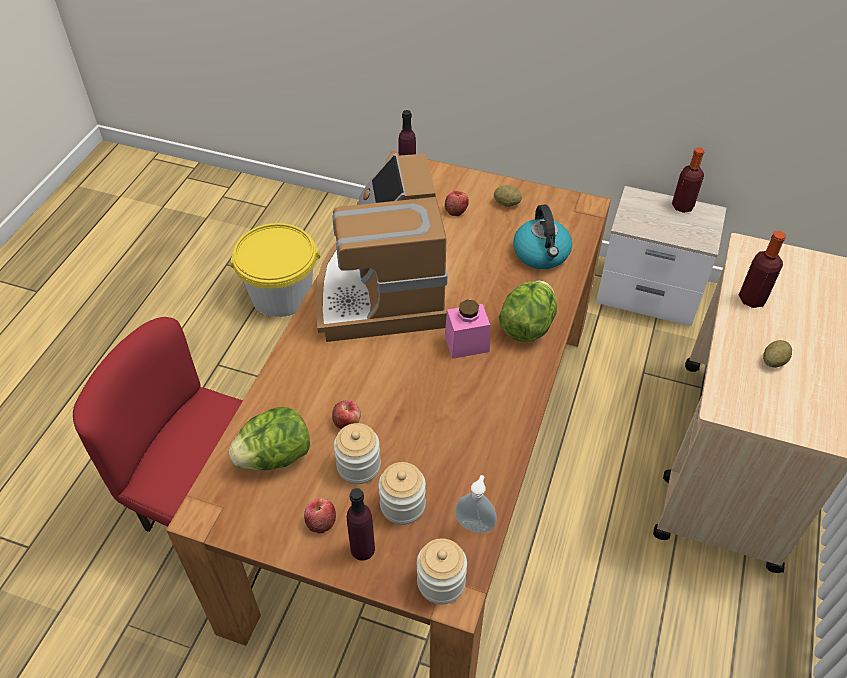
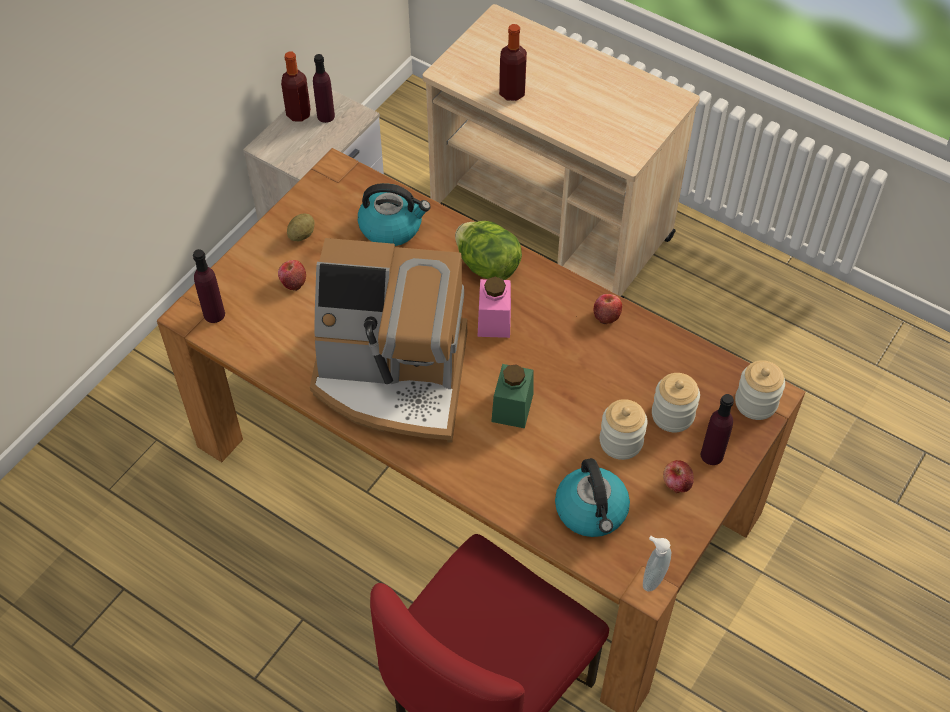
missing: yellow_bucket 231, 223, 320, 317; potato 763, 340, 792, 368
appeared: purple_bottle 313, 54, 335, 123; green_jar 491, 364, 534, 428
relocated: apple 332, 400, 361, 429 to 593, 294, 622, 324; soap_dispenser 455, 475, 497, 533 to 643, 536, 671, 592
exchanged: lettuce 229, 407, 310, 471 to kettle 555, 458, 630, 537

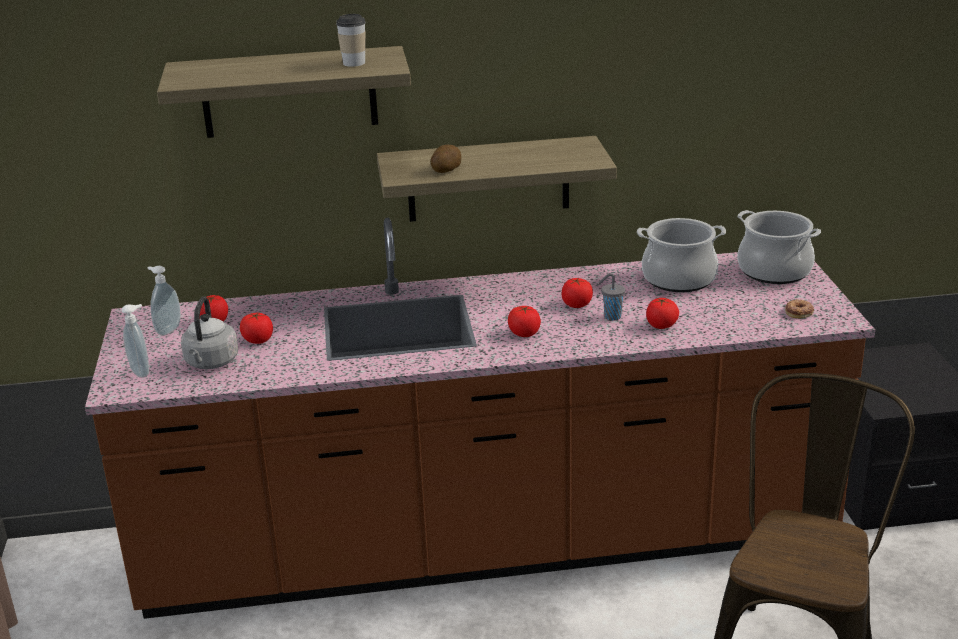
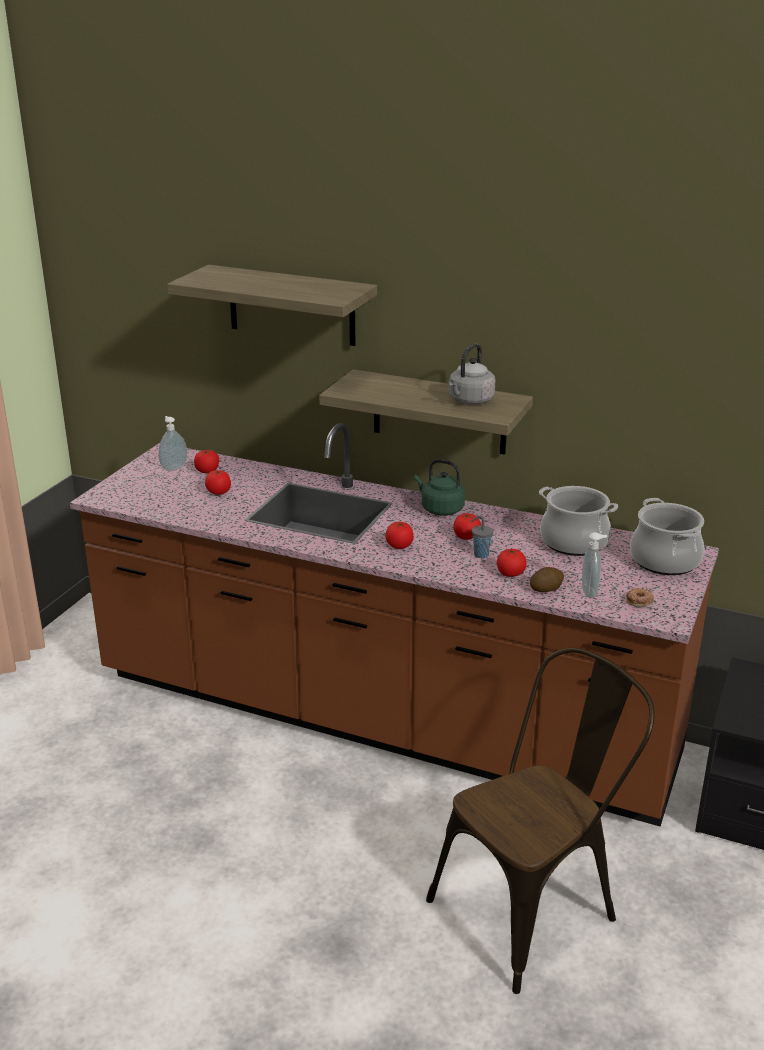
missing: cup 336, 14, 366, 67
appeared: green_kettle 414, 459, 465, 516
relocated: grey_kettle 181, 296, 238, 369 to 449, 344, 496, 405; potato 431, 145, 461, 173 to 530, 567, 564, 592; soap_dispenser 121, 304, 149, 378 to 582, 532, 607, 598

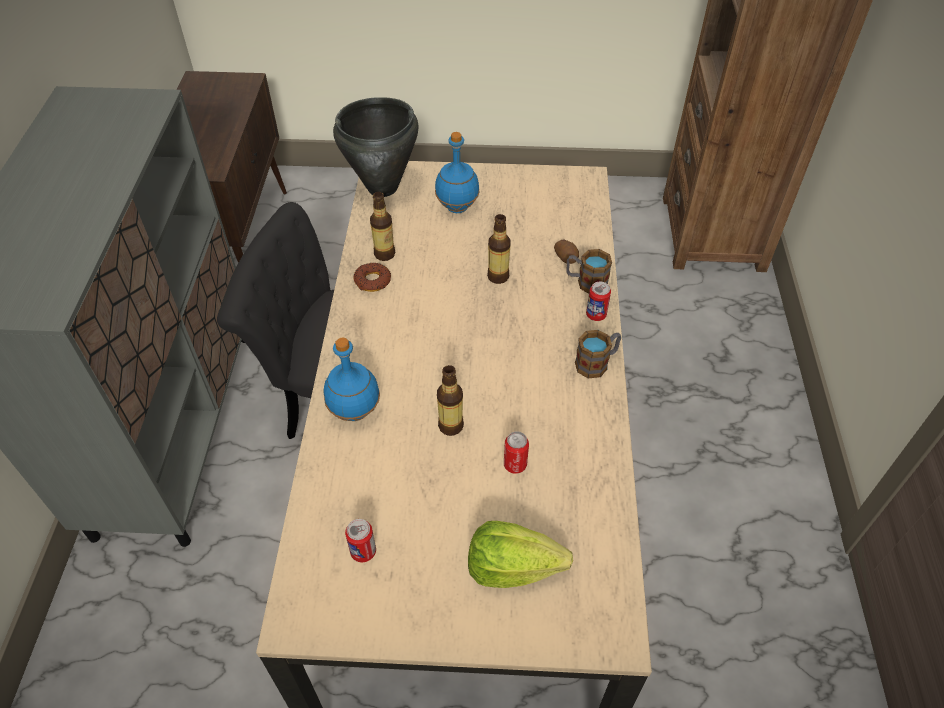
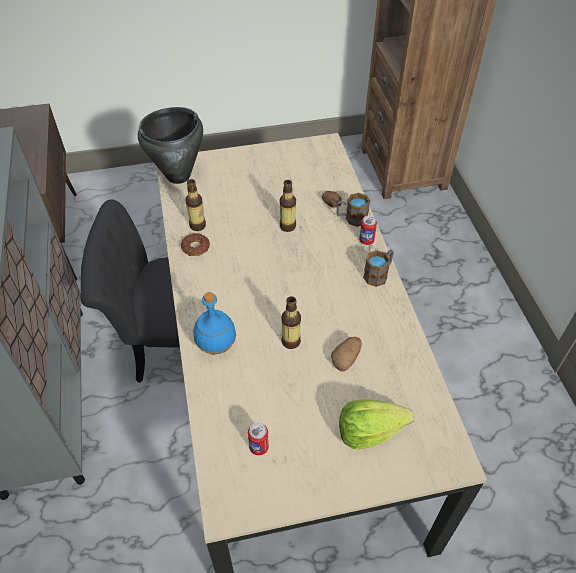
missing: blue_bottle 435, 132, 480, 213
exchanged: can 504, 432, 529, 474 to potato 331, 337, 362, 371

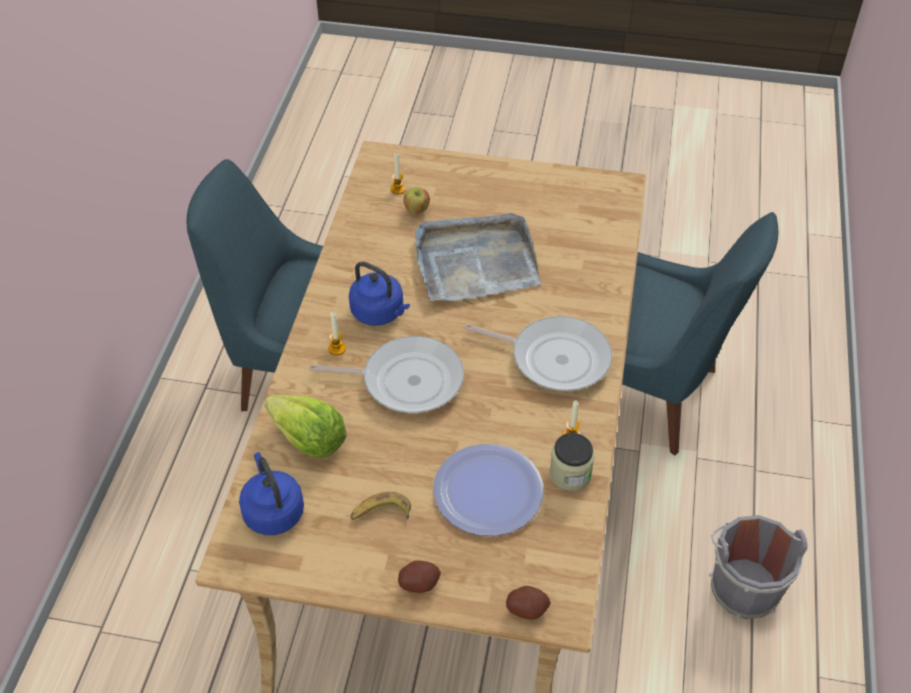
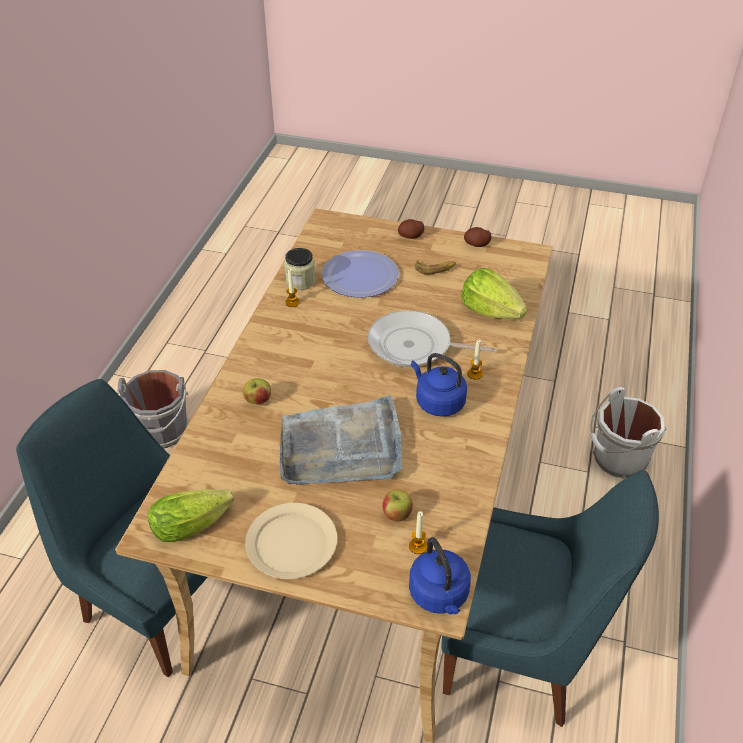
missing: frying_pan 464, 316, 612, 391
appeared: lettuce 148, 489, 234, 542; apple 243, 378, 271, 404; beige_plate 245, 503, 337, 579; white_bucket 590, 387, 666, 479
relocated: blue_kettle 239, 452, 304, 535 to 409, 537, 471, 614; potato 506, 586, 551, 620 to 464, 227, 492, 247

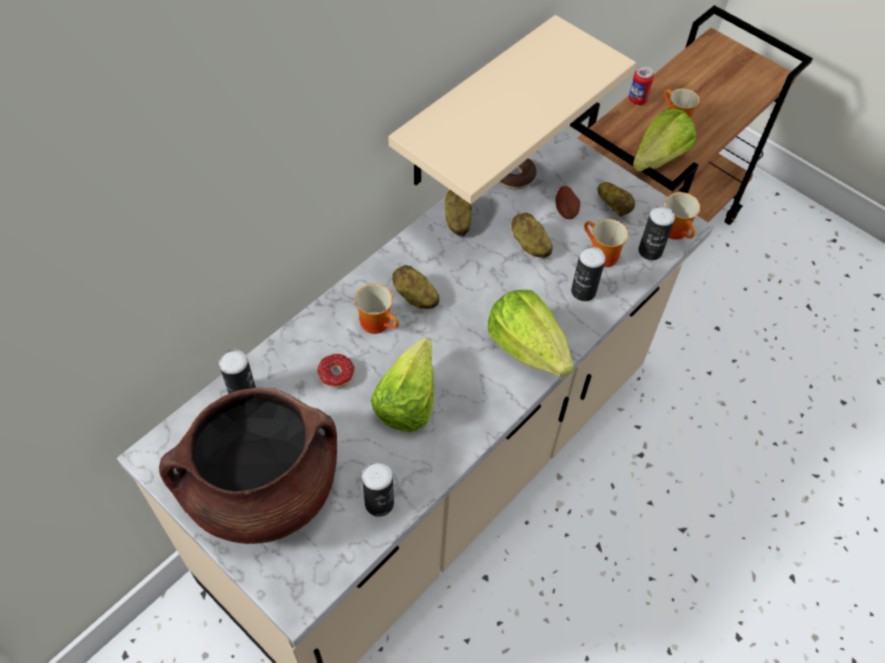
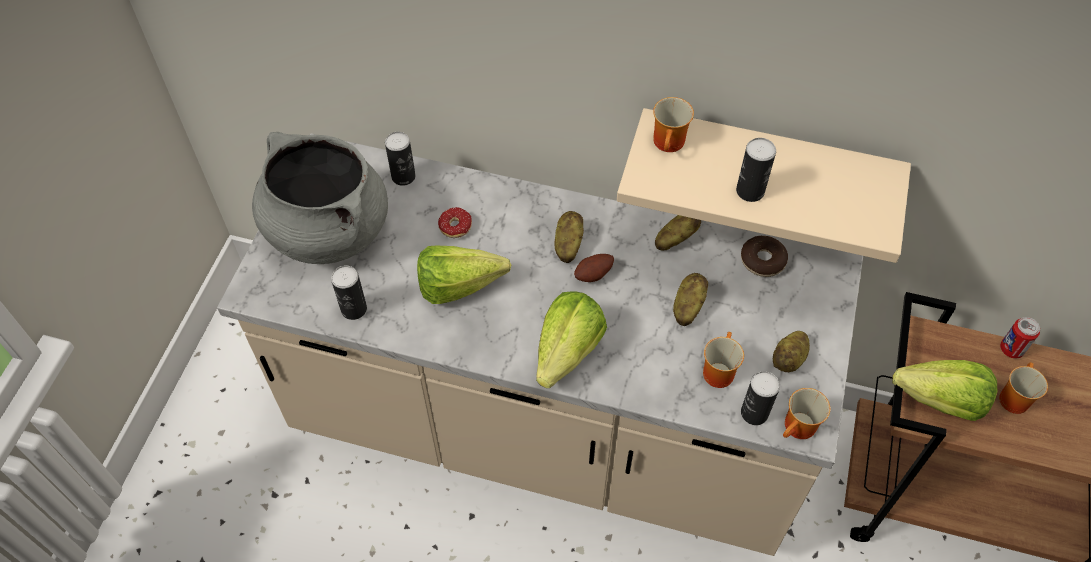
relocated: potato 555, 186, 580, 219 to 574, 254, 614, 282; mug 355, 284, 399, 334 to 653, 97, 694, 152; can 571, 247, 606, 301 to 736, 138, 776, 202
colour: brown_cooking_pot 159, 387, 337, 544 to grey_cooking_pot 252, 132, 388, 264

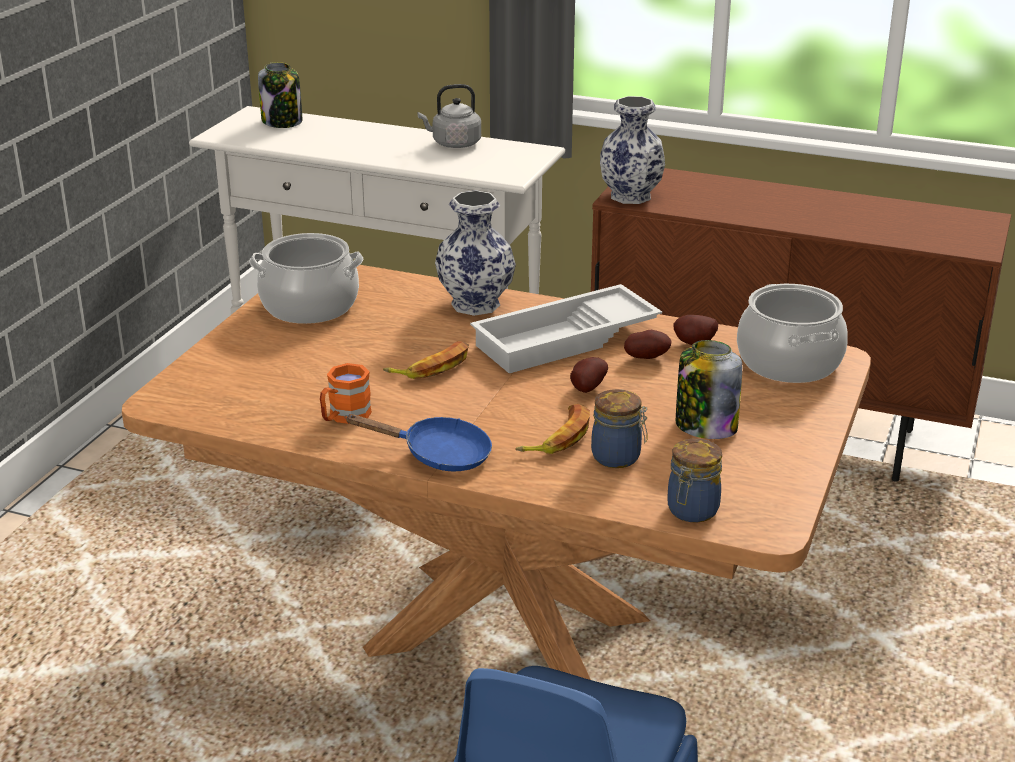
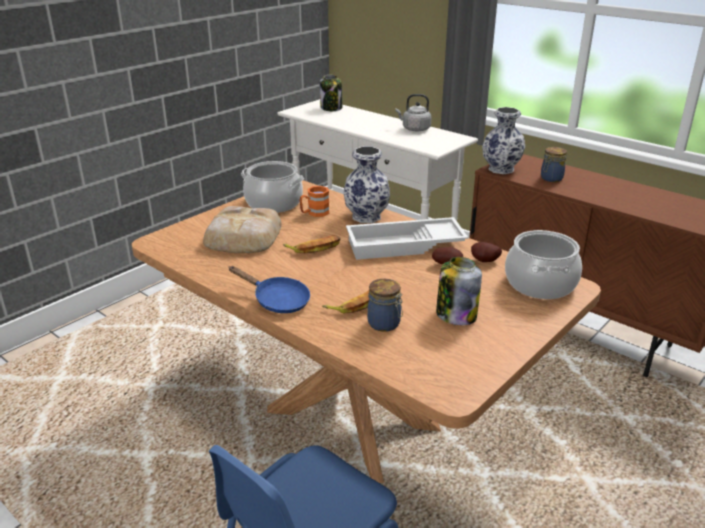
missing: potato 570, 357, 608, 393
appeared: bread 203, 206, 281, 253
relocated: orange_mug 320, 363, 372, 424 to 300, 186, 330, 217; jar 668, 439, 722, 523 to 541, 147, 567, 182

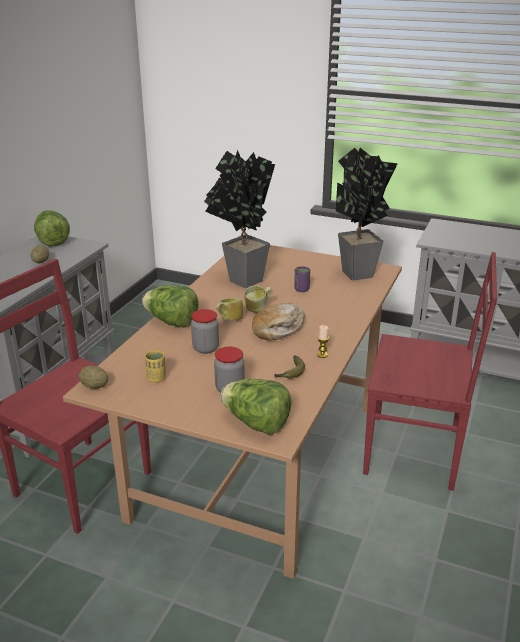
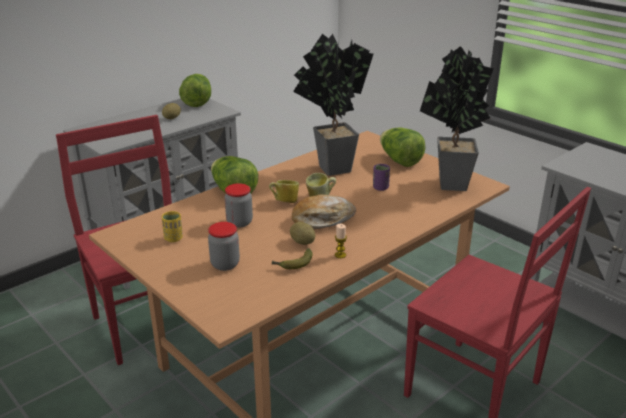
relocated: potato 78, 366, 108, 389 to 290, 222, 315, 245; lettuce 220, 379, 292, 435 to 380, 128, 425, 167

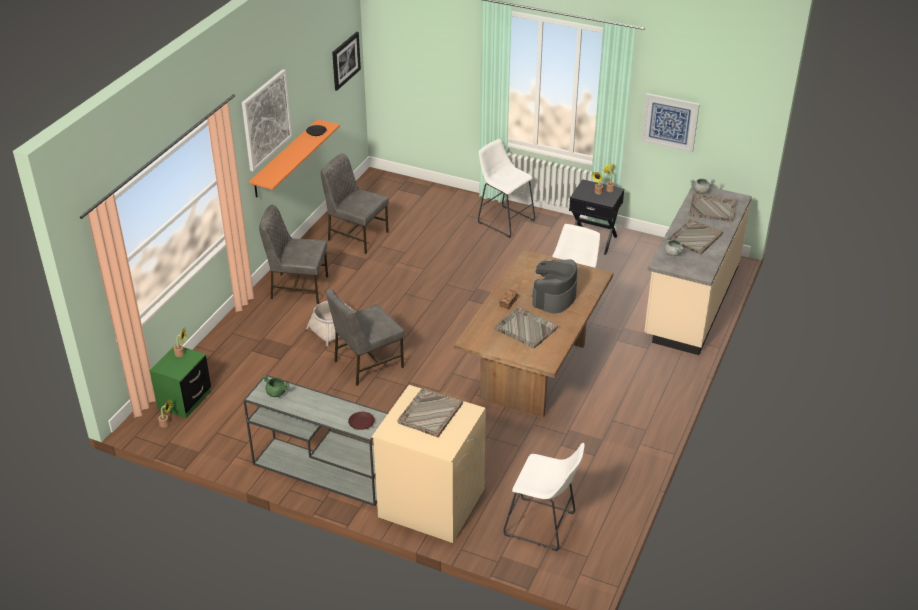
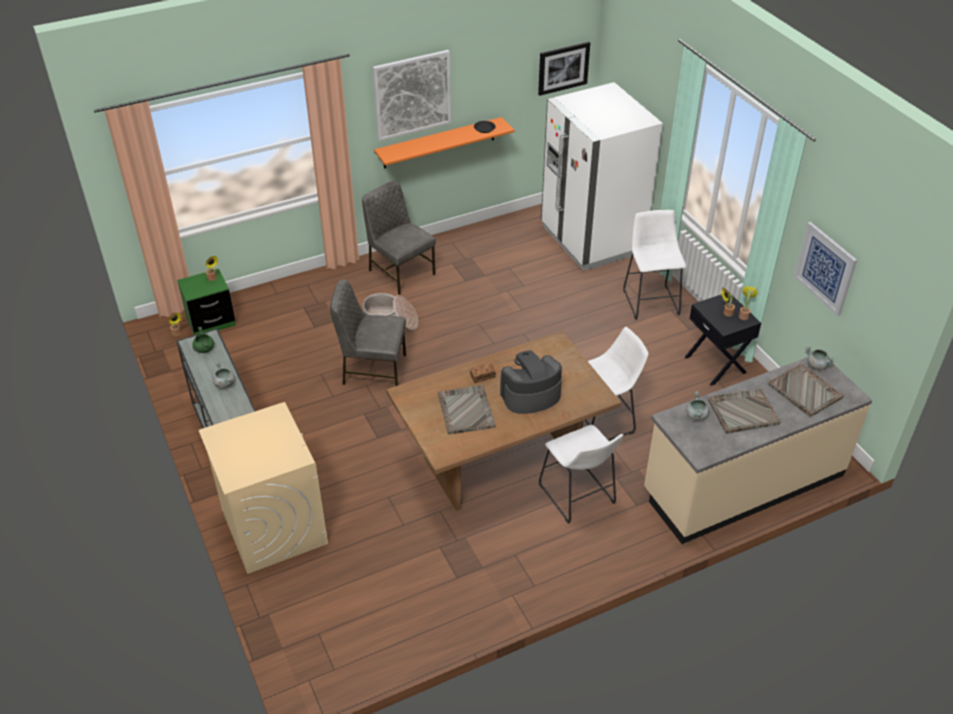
missing: grey_chair 321, 154, 389, 254; brown_plate 348, 412, 375, 430; grey_tray 398, 388, 463, 438
appeared: grey_cooking_pot 213, 361, 235, 389; white_fridge 541, 82, 663, 270
relocated: white_stool 503, 443, 585, 551 to 539, 425, 624, 524

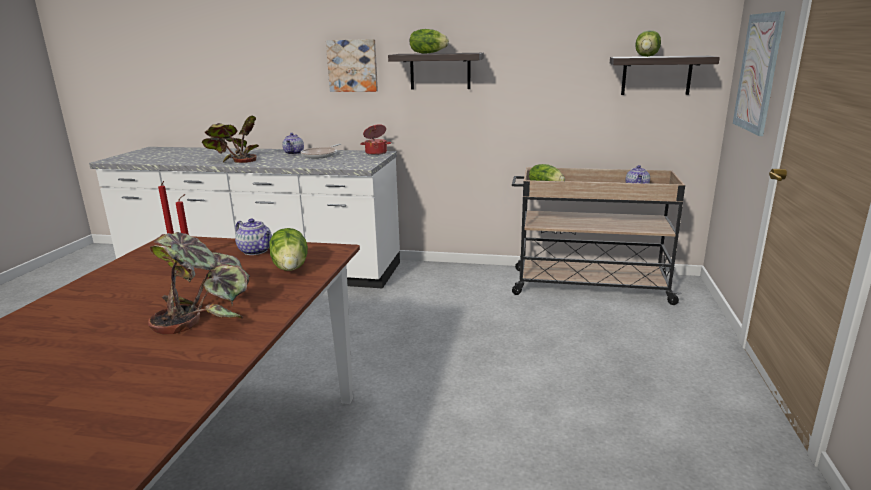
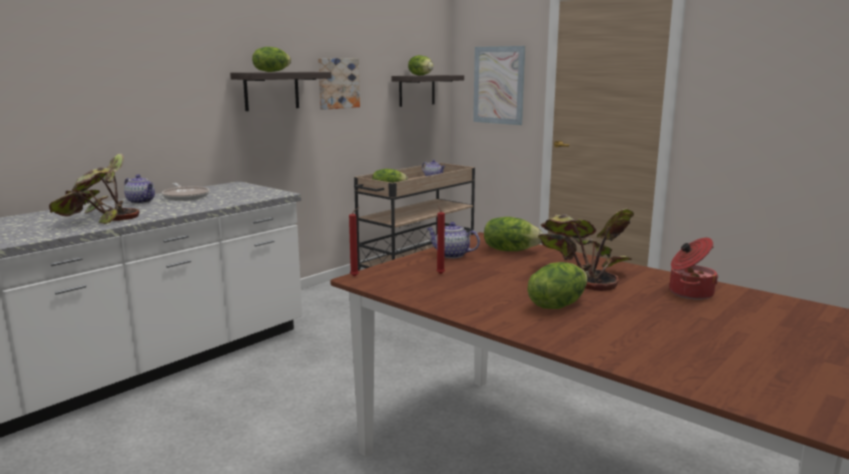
appeared: lettuce 528, 262, 588, 309
relocated: picture 326, 39, 378, 92 to 318, 58, 360, 110; cooking_pot 360, 124, 391, 155 to 669, 238, 718, 300
spun: teapot 235, 218, 272, 255 = 426, 222, 480, 258 135 degrees counterclockwise

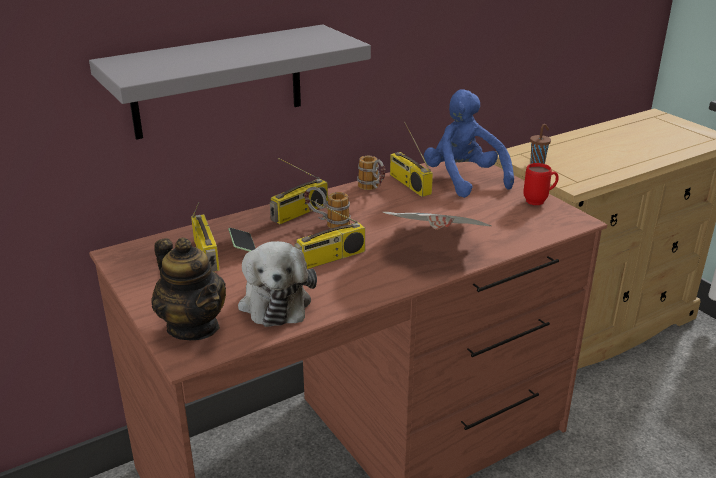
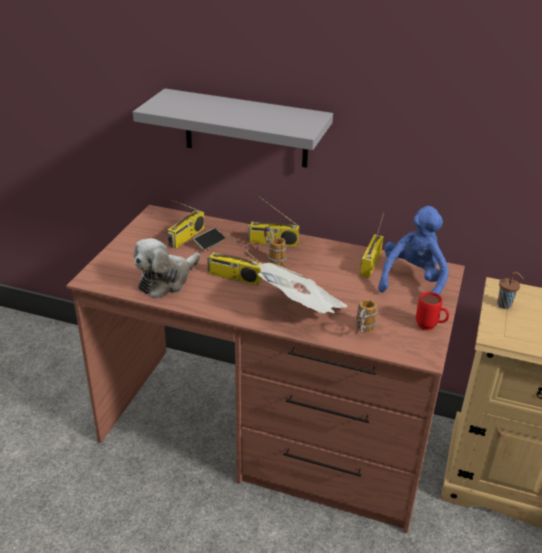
missing: teapot 151, 238, 226, 340
relocated: mug 357, 156, 386, 190 to 355, 299, 377, 333

